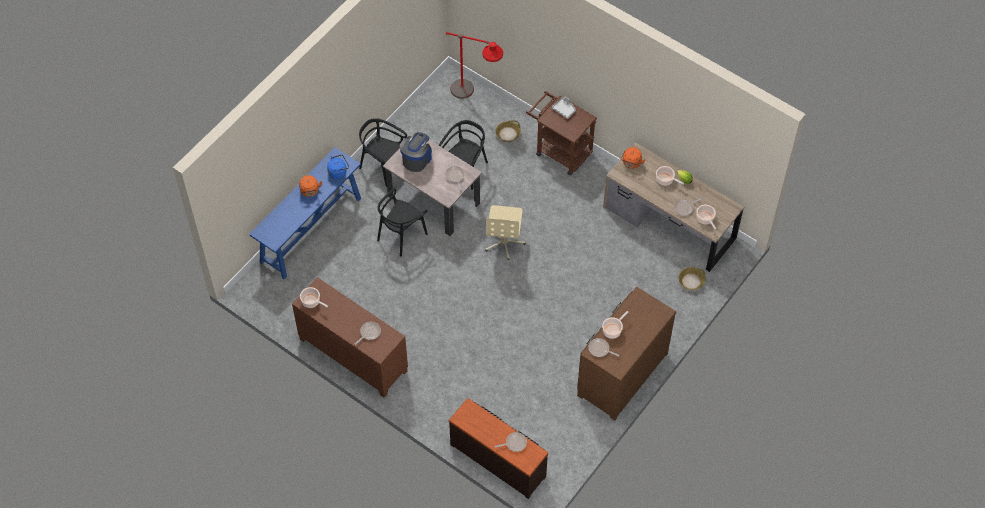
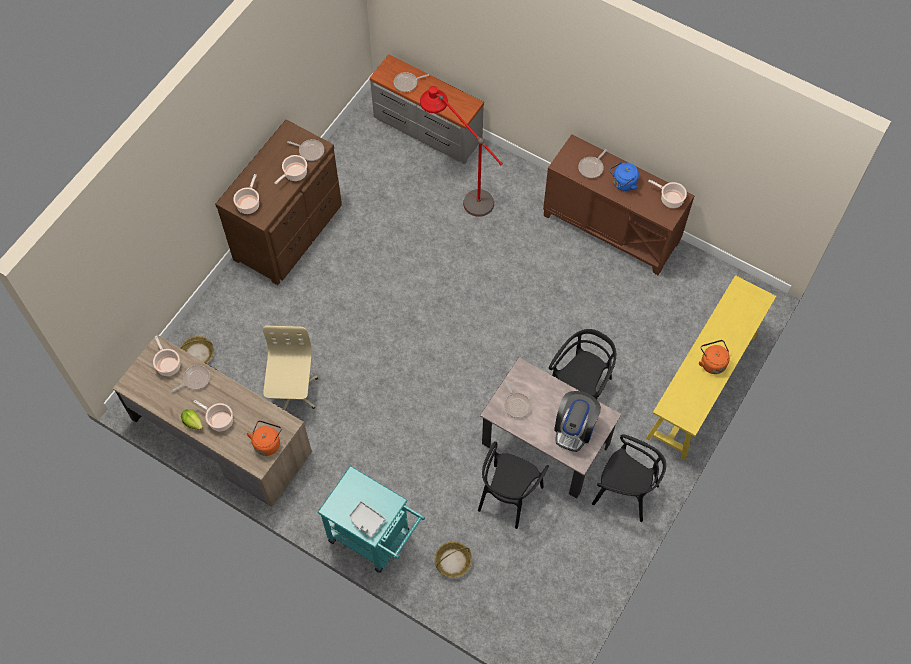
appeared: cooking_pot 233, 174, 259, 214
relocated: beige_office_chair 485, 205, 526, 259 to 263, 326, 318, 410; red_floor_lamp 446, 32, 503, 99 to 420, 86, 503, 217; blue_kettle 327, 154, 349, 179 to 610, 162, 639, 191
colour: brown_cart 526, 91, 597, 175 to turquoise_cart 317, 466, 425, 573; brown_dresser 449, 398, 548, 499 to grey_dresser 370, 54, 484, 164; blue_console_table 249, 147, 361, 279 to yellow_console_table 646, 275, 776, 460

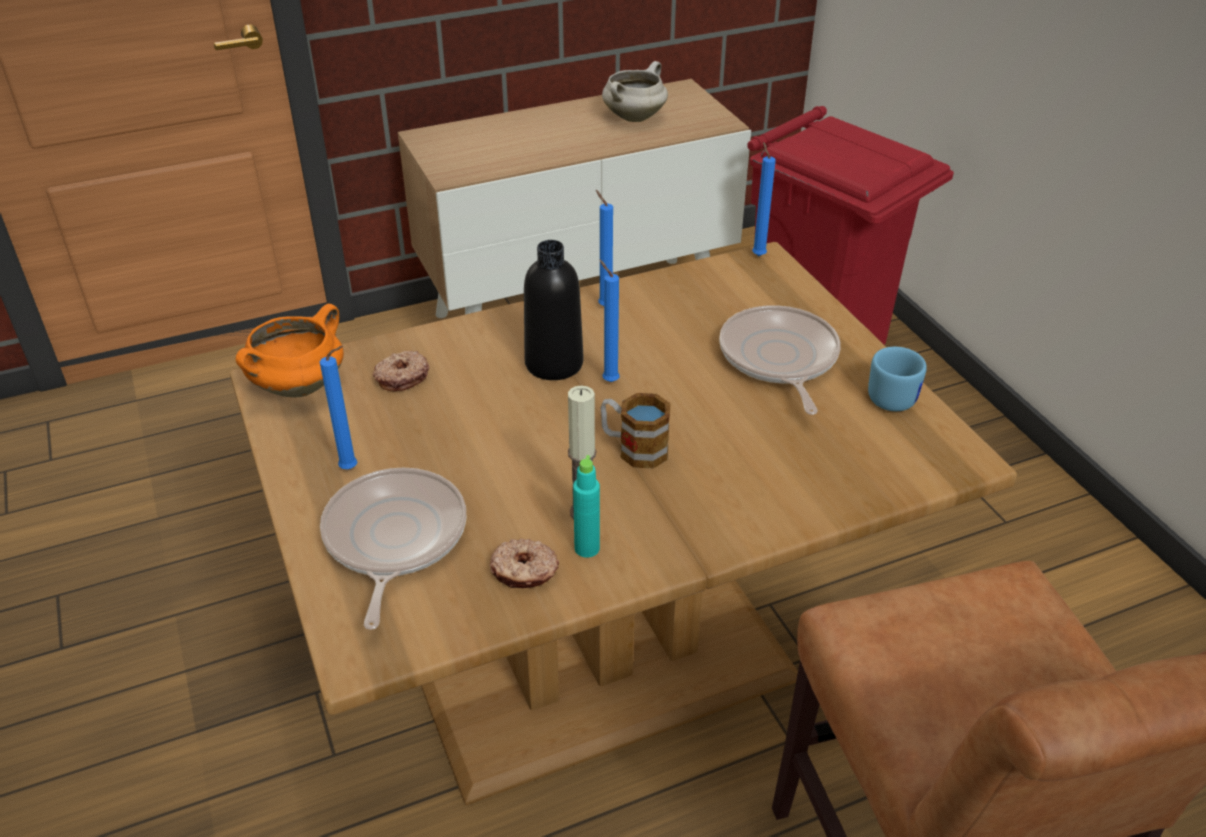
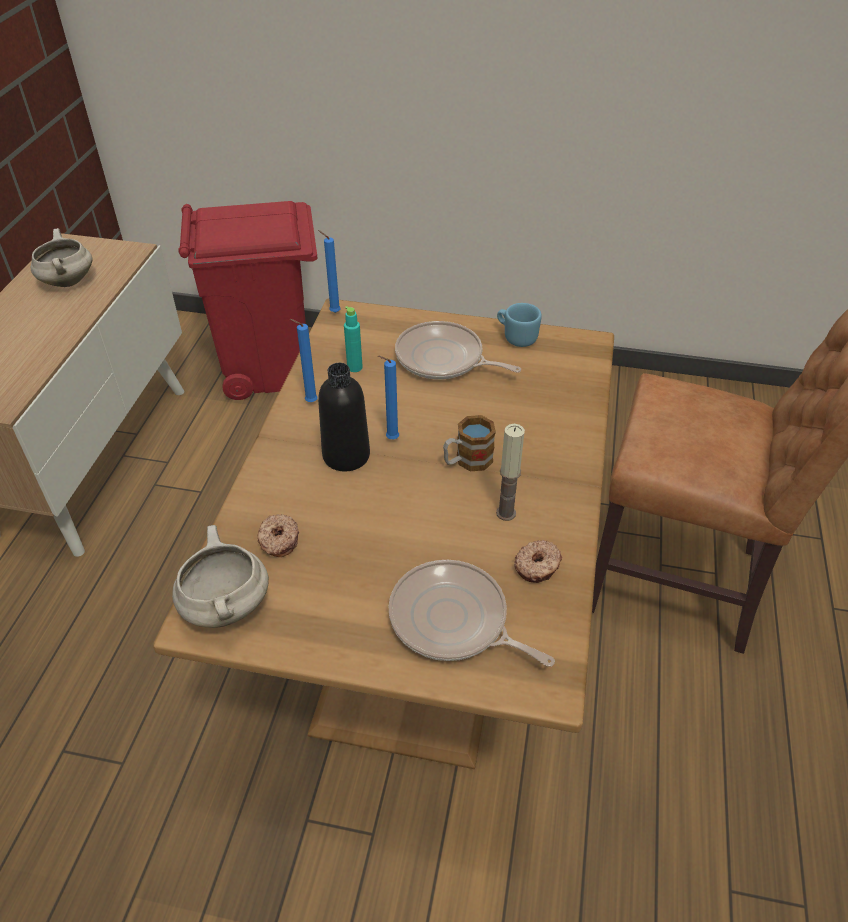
missing: blue_candle 320, 346, 357, 469
relocated: turquoise_bottle 573, 455, 600, 558 to 344, 306, 363, 372
colour: orange_cooking_pot 236, 304, 344, 398 to white_cooking_pot 172, 525, 269, 628

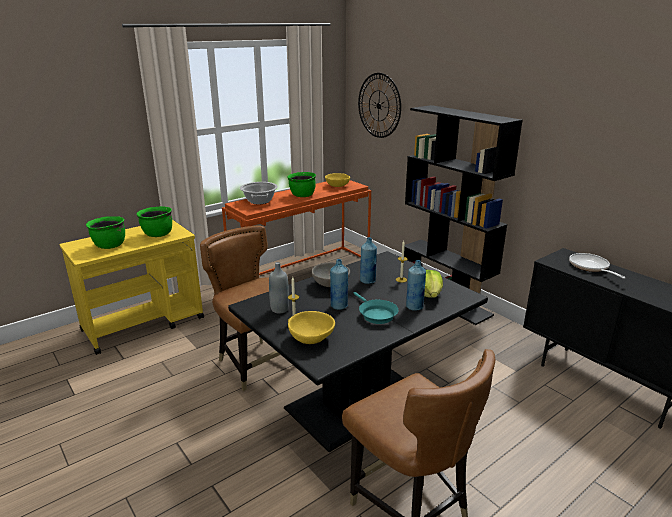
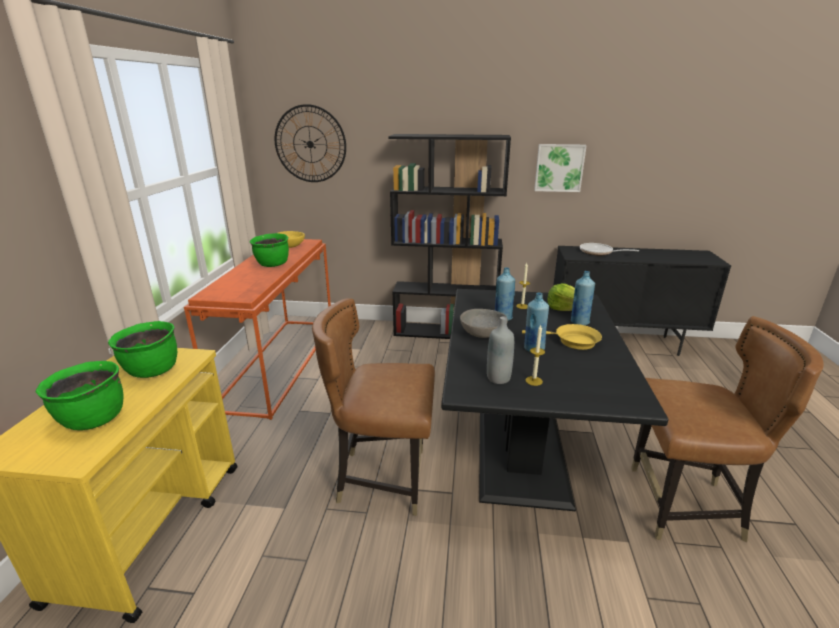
missing: cooking_pot 240, 182, 278, 204; yellow_bowl 288, 311, 335, 344
appeared: picture 534, 144, 587, 192
colour: turquoise_frying_pan 353, 292, 398, 324 to yellow_frying_pan 522, 324, 602, 350

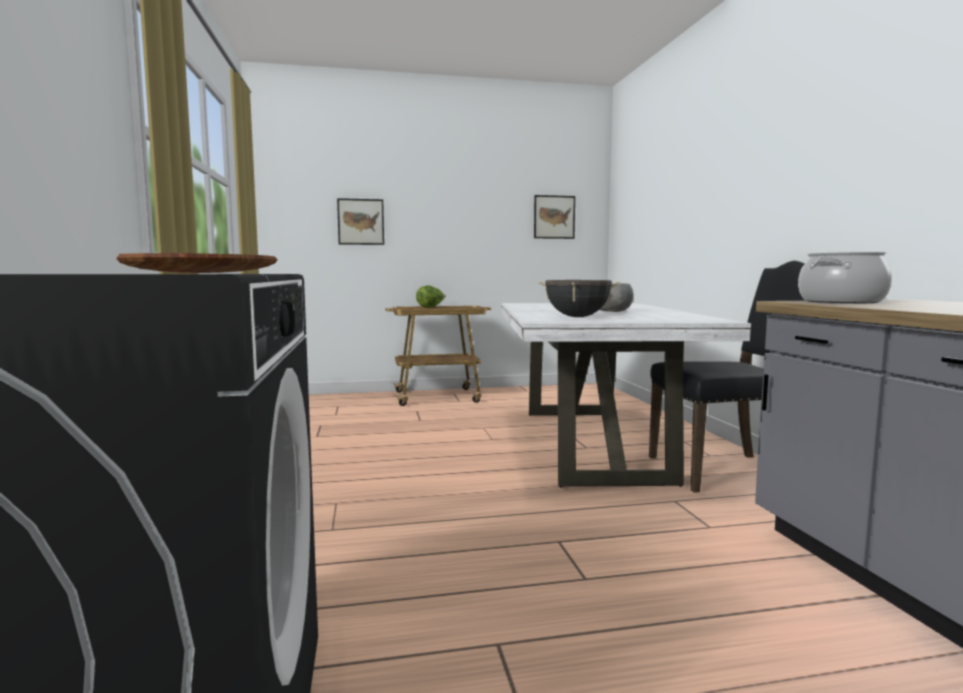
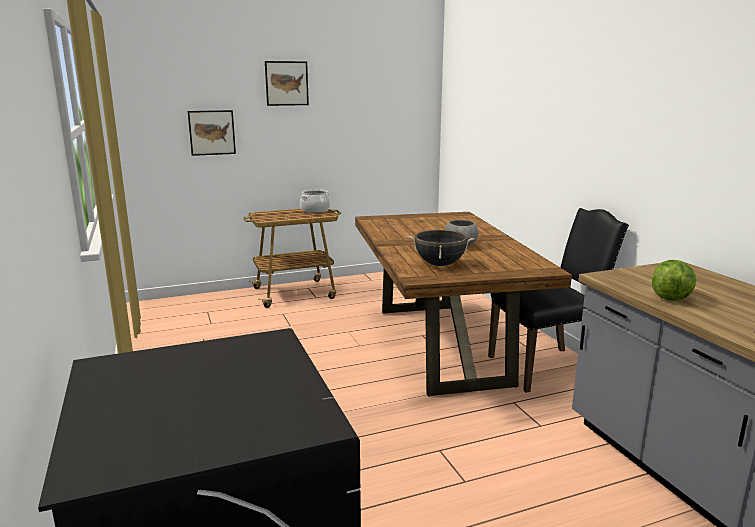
missing: brown_plate 116, 253, 277, 273
relocated: picture 534, 195, 575, 239 to 265, 61, 309, 106; cooking_pot 798, 252, 892, 303 to 300, 189, 331, 213; lettuce 416, 285, 445, 308 to 652, 260, 696, 301
colour: white_dining_table 501, 303, 751, 488 to brown_dining_table 355, 212, 572, 397

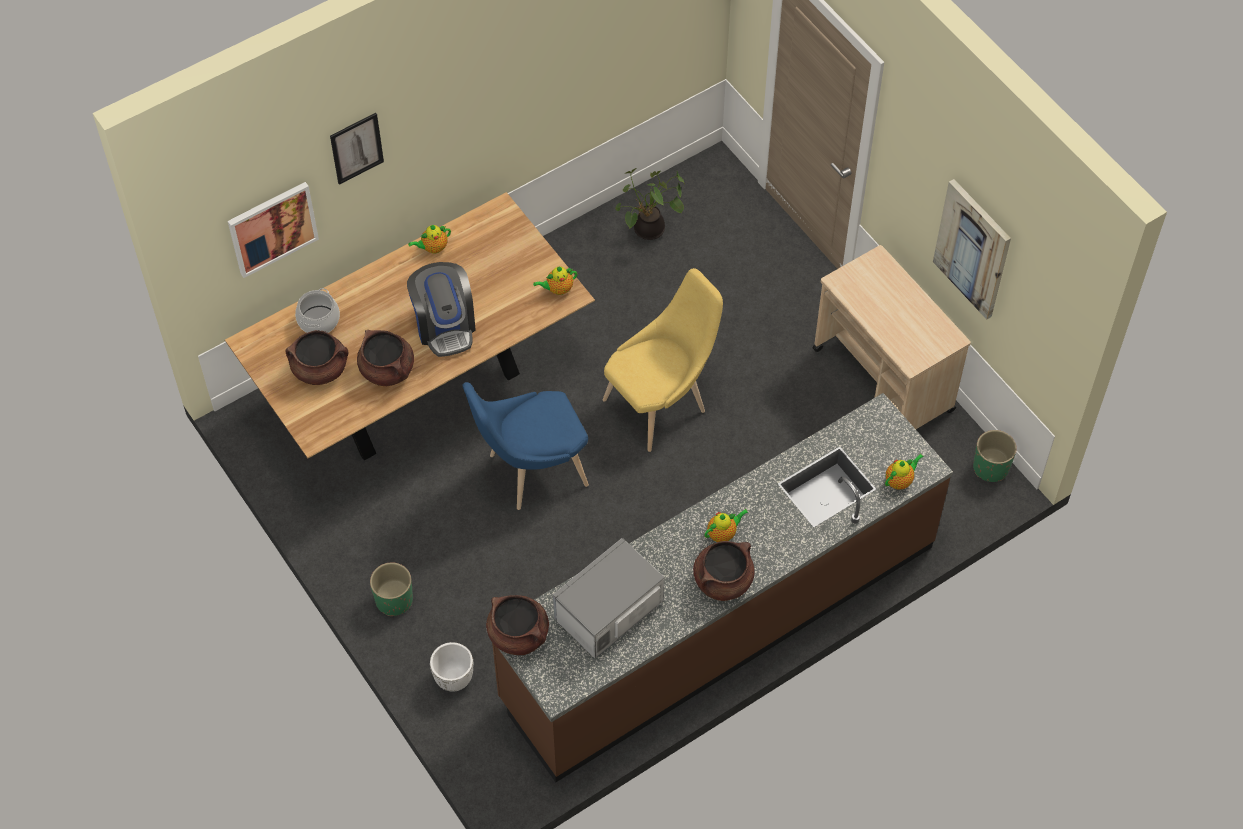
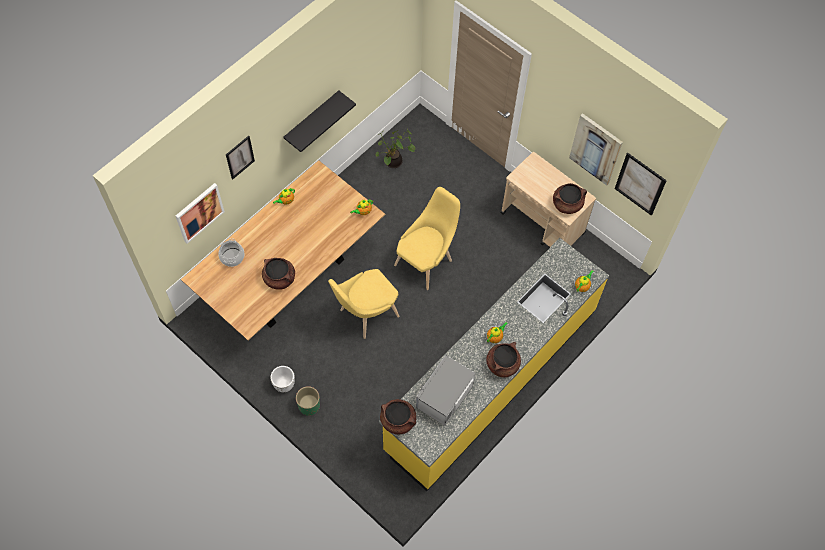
missing: coffee_machine 407, 262, 476, 357; green_planter 973, 430, 1017, 482
appeared: black_shelf 283, 90, 356, 152; picture 615, 153, 667, 216
relocated: white_planter 430, 642, 473, 692 to 270, 366, 295, 392; brown_cooking_pot 286, 330, 348, 385 to 553, 183, 587, 214
colour: blue_chair 463, 382, 589, 510 to yellow_chair 328, 269, 400, 339; brown_counter 486, 393, 953, 782 to yellow_counter 379, 238, 609, 491

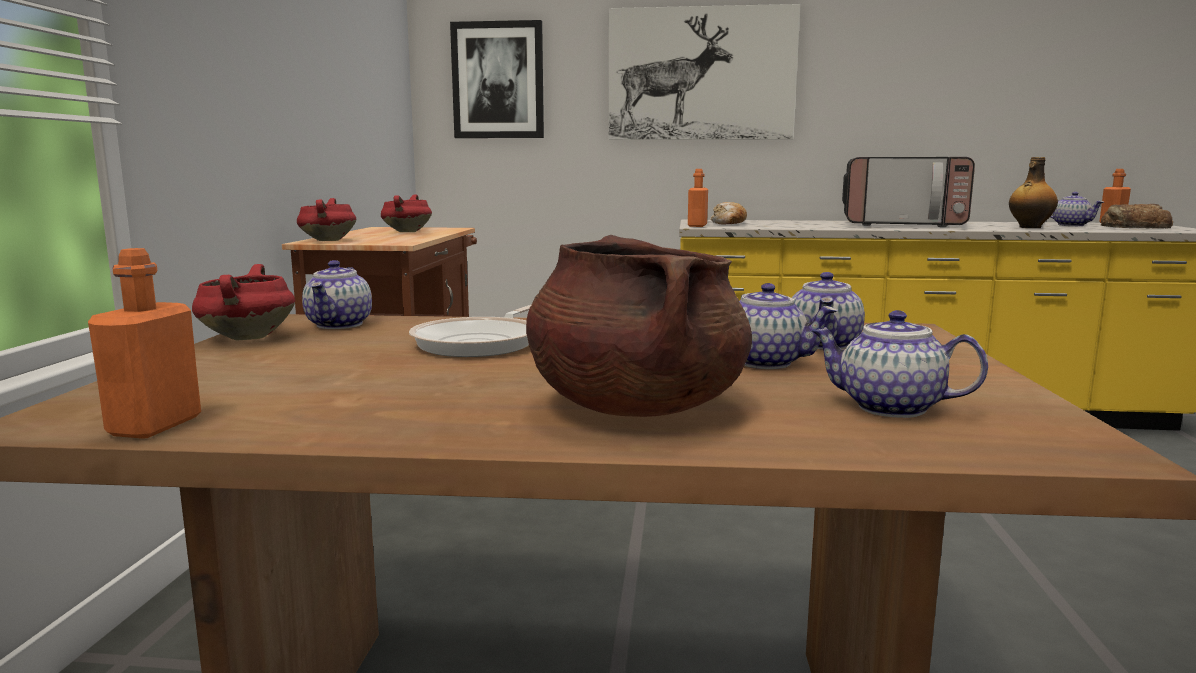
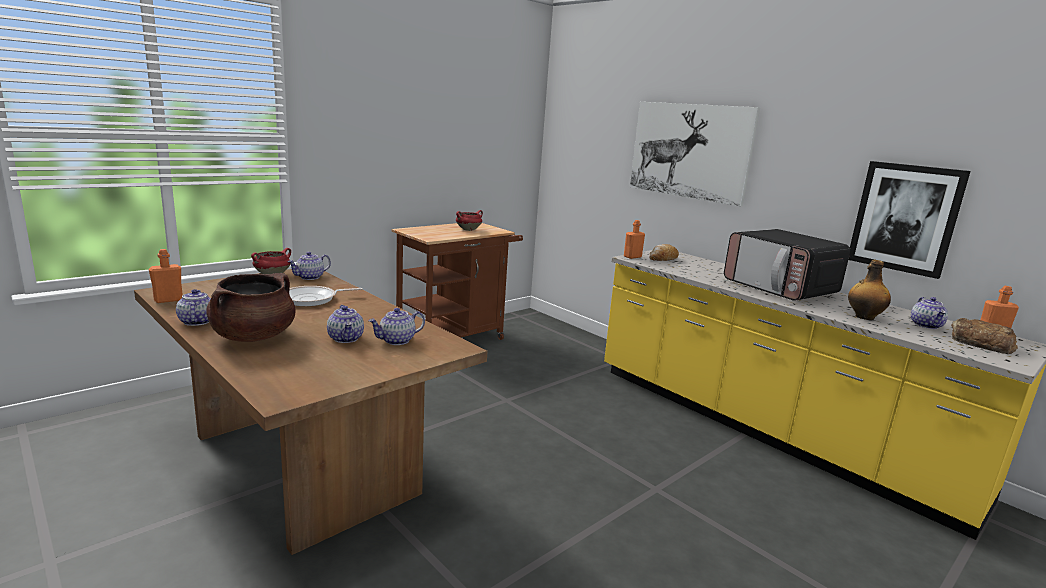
missing: red_cooking_pot 297, 198, 357, 241
relocated: teapot 811, 310, 988, 418 to 176, 289, 211, 326; picture 450, 20, 544, 138 to 848, 161, 970, 279

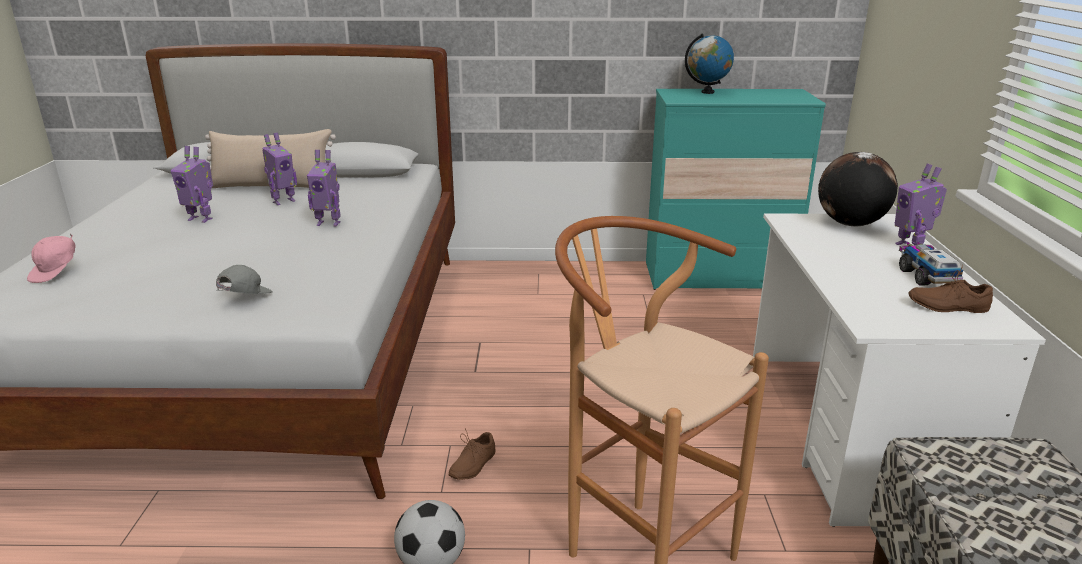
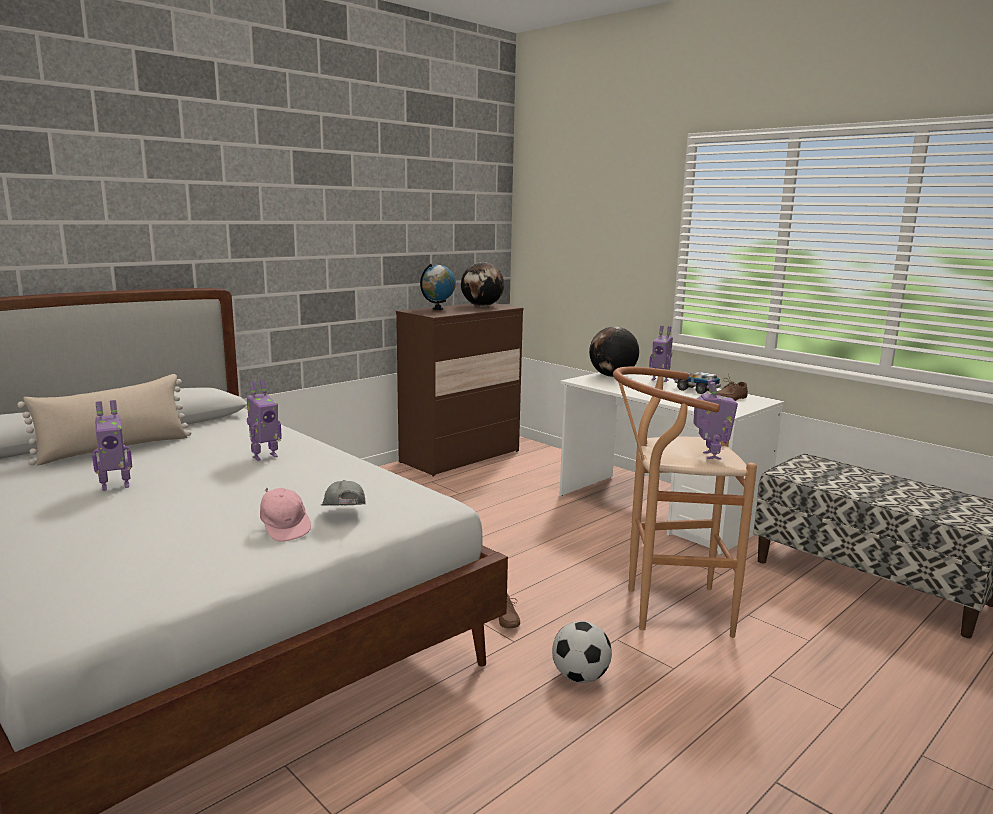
appeared: globe 461, 262, 504, 307
relocated: pink_cap 27, 233, 75, 283 to 260, 487, 311, 542; toy_robot 262, 132, 297, 205 to 693, 379, 738, 460
colour: turquoise_dresser 646, 89, 826, 290 to brown_dresser 396, 303, 524, 477

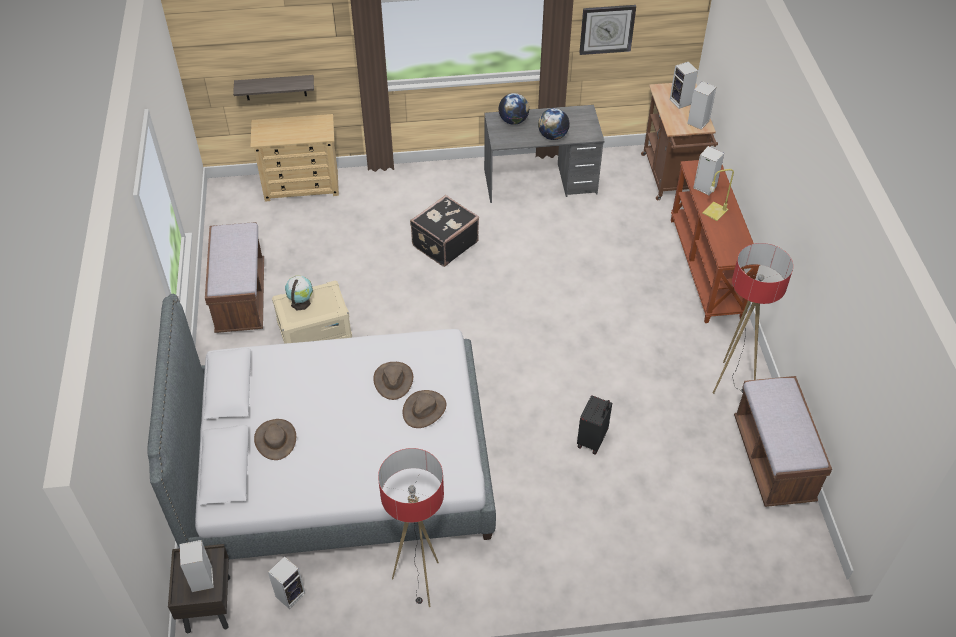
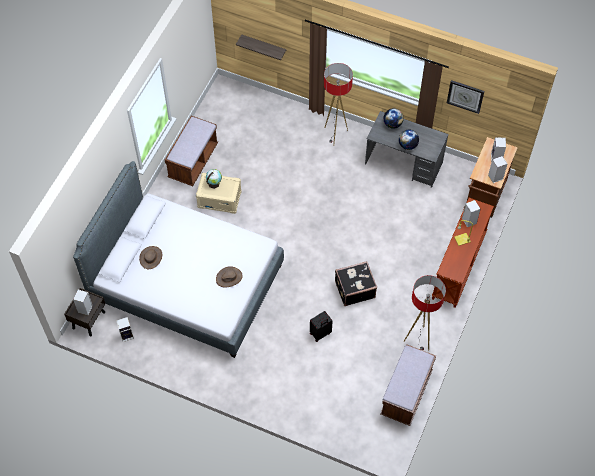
missing: beige_dresser 250, 114, 339, 202; brown_hat 373, 362, 413, 400
relocated: floor_lamp 378, 448, 444, 607 to 324, 63, 353, 146; black_suitcase 410, 195, 479, 267 to 335, 261, 377, 306

